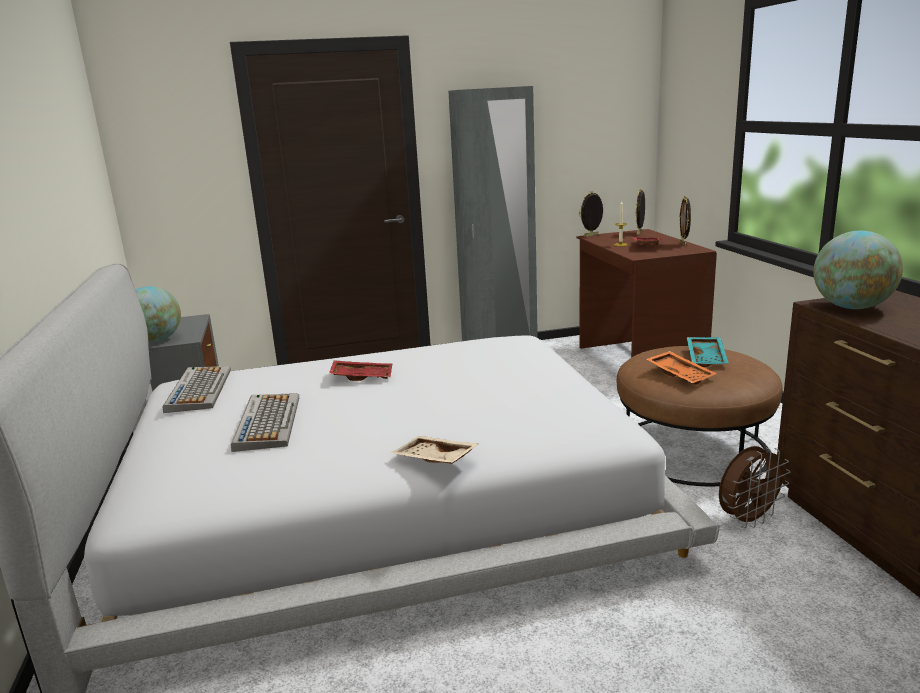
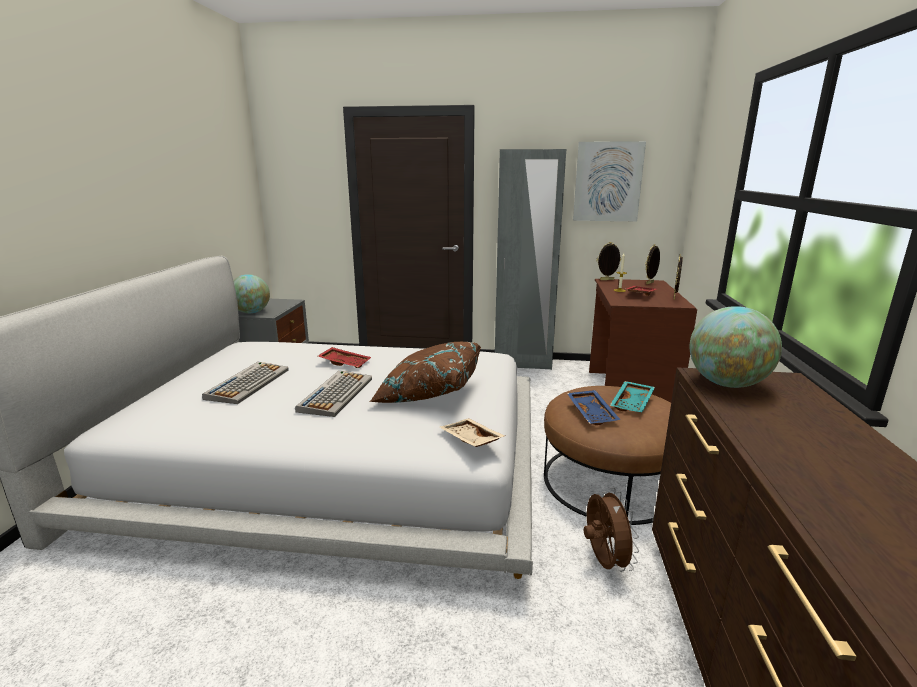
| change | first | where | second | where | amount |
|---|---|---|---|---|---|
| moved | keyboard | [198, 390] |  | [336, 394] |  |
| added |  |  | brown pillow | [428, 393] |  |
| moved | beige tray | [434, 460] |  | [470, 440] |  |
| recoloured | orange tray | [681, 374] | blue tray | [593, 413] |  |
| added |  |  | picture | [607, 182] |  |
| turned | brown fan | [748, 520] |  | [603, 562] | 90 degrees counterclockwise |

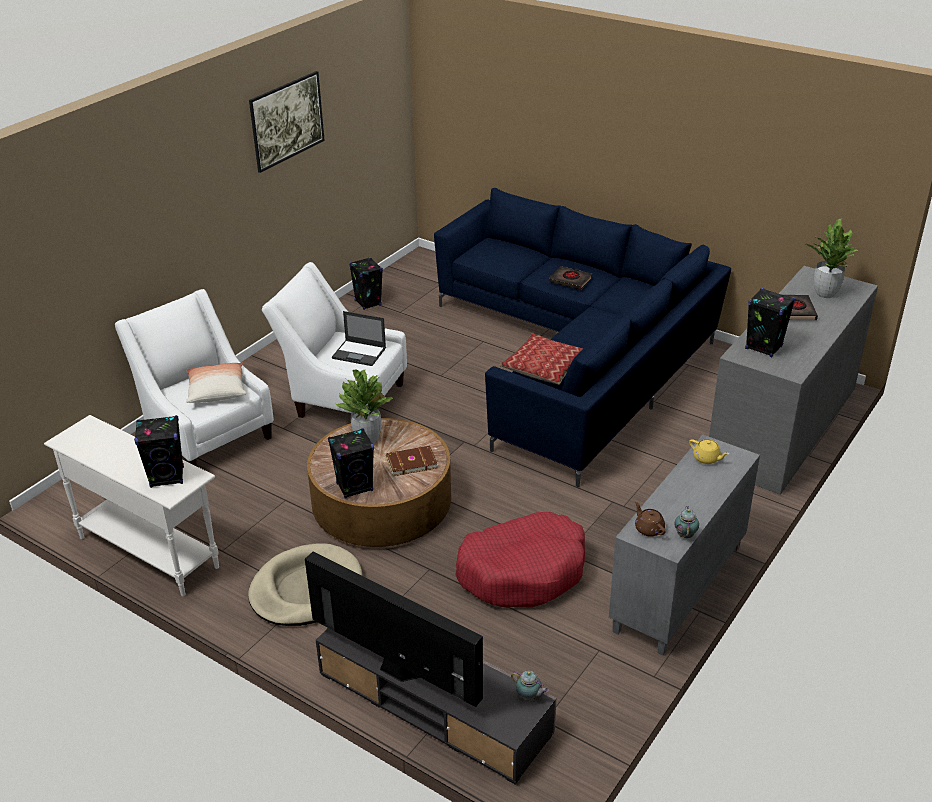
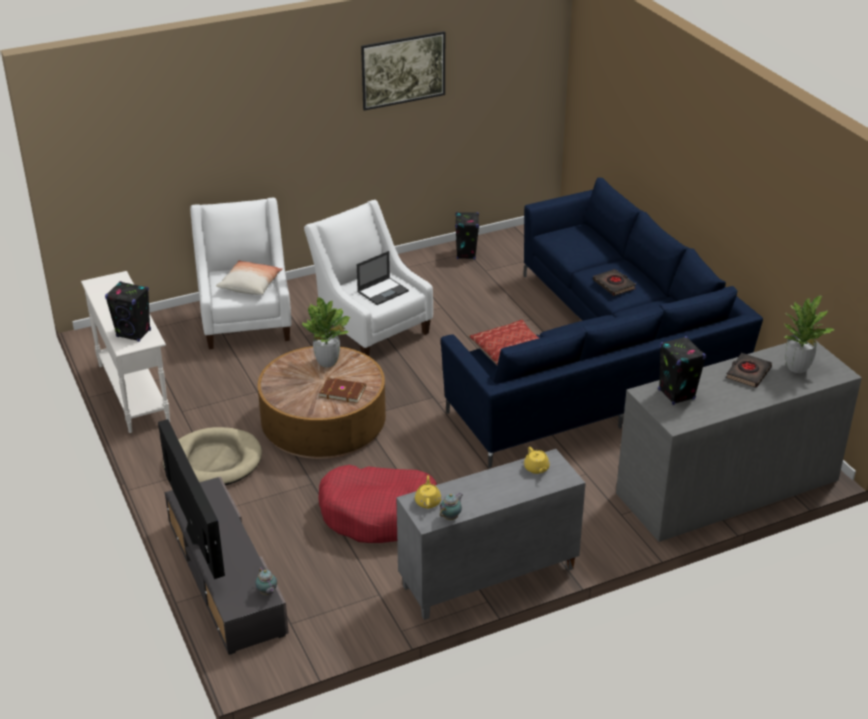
| change | first | where | second | where | amount |
|---|---|---|---|---|---|
| turned | laptop | [360, 353] |  | [383, 291] | 90 degrees counterclockwise |
| recoloured | brown teapot | [648, 529] | yellow teapot | [428, 501] |  |
| removed | black speaker | [355, 487] |  |  |  |

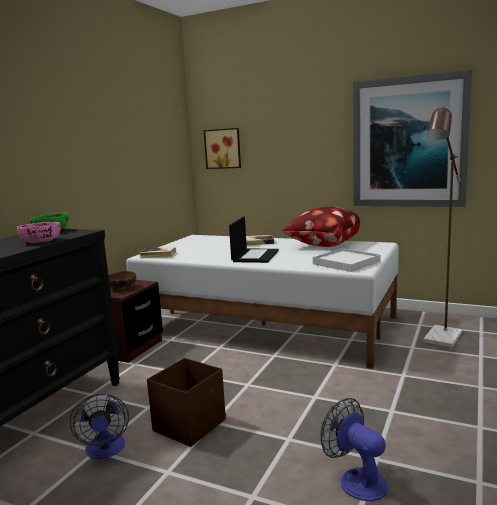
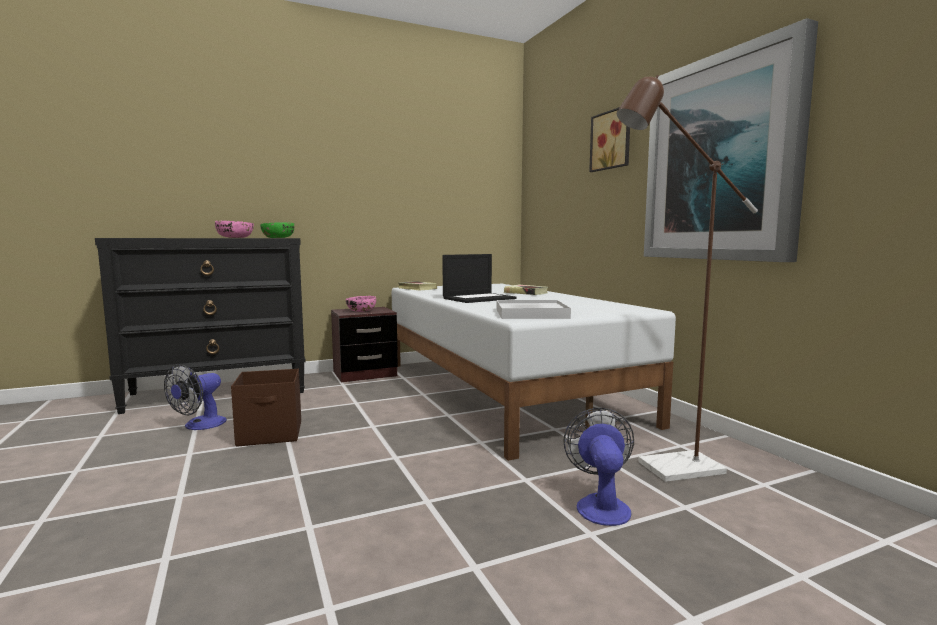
| change | first | where | second | where | amount |
|---|---|---|---|---|---|
| recoloured | brown bowl | [121, 288] | pink bowl | [361, 311] |  |
| moved | fan | [356, 480] |  | [601, 505] |  |
| moved | picture | [223, 148] |  | [612, 140] |  |
| removed | pillow | [322, 245] |  |  |  |

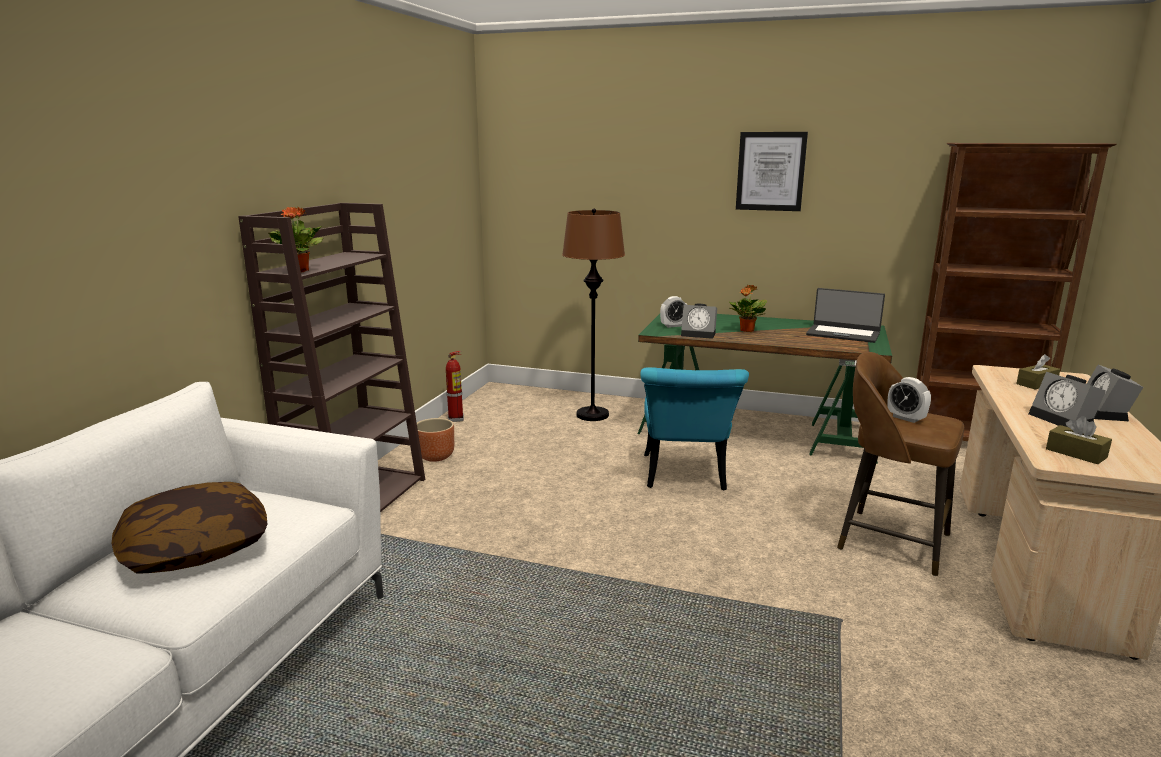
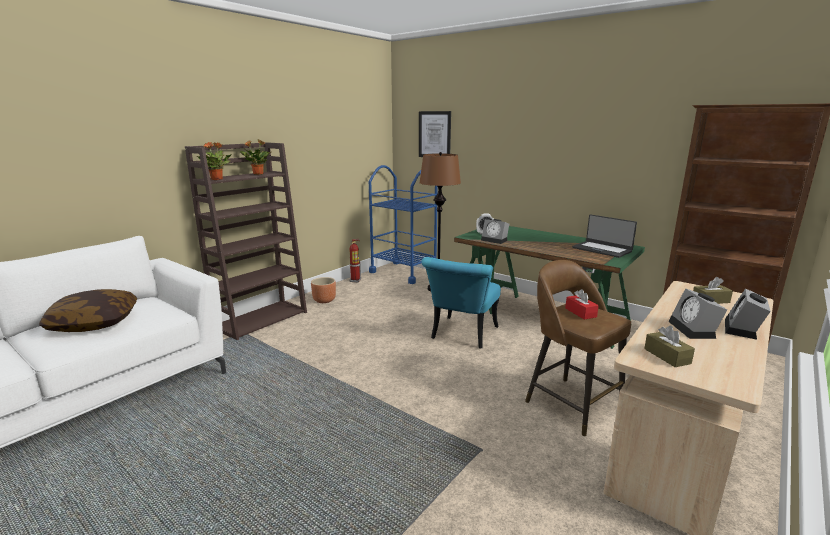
| change | first | where | second | where | amount |
|---|---|---|---|---|---|
| moved | potted plant | [746, 330] |  | [257, 174] |  |
| added |  |  | blue cart | [403, 272] |  |
| moved | picture | [770, 171] |  | [434, 134] |  |
| replaced | alarm clock | [906, 418] | red tissue box | [580, 312] |  |

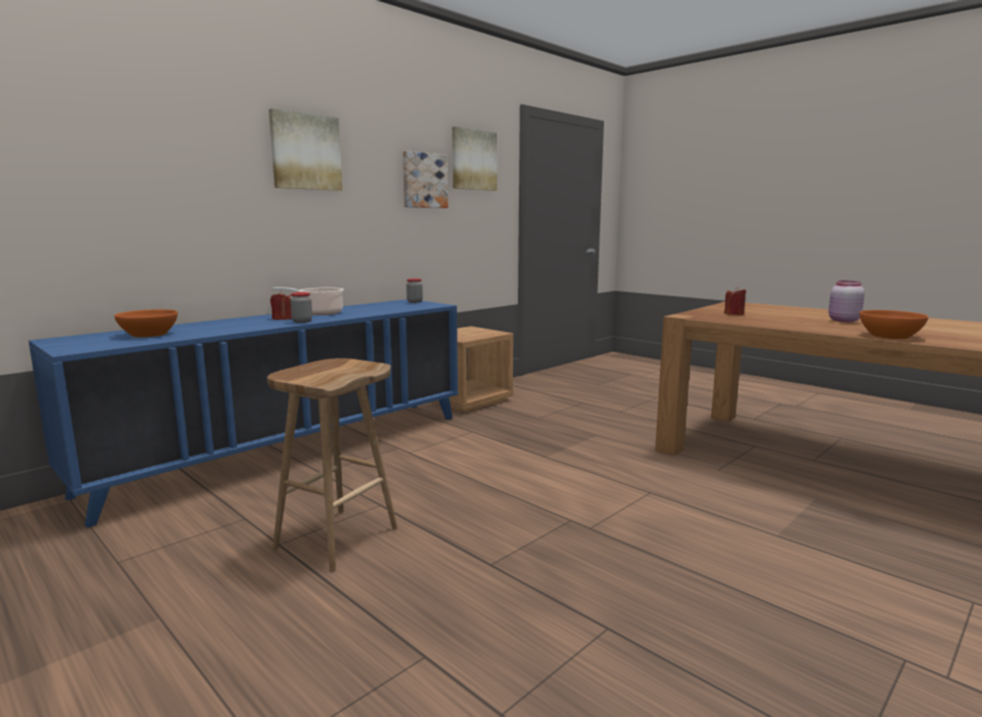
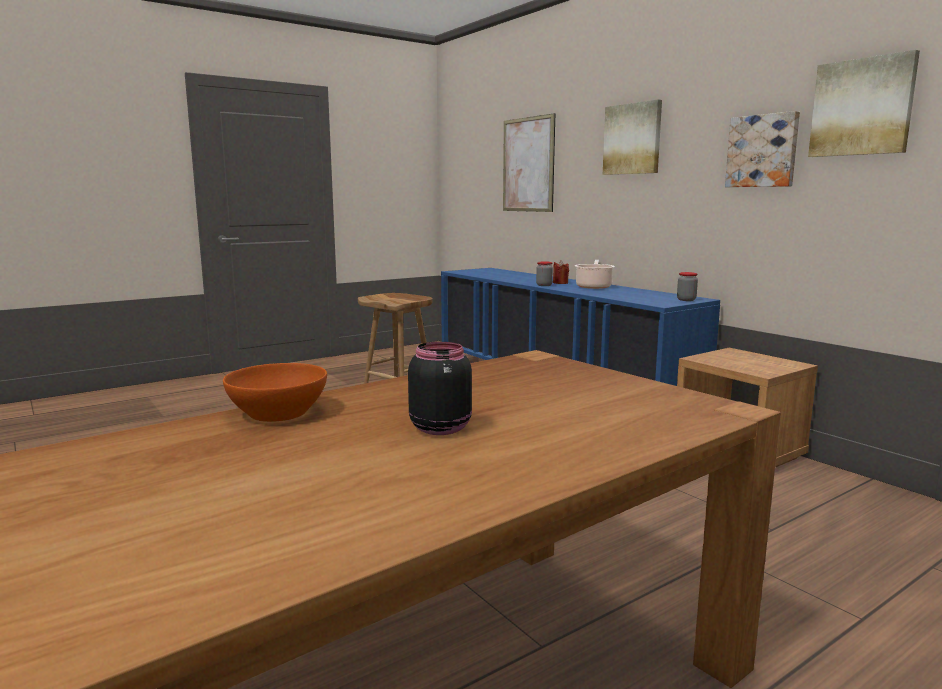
| change | first | where | second | where | amount |
|---|---|---|---|---|---|
| recoloured | pink jar | [843, 321] | black jar | [441, 427] |  |
| added |  |  | picture | [528, 165] |  |
| removed | orange bowl | [149, 334] |  |  |  |
| removed | red candle | [734, 314] |  |  |  |

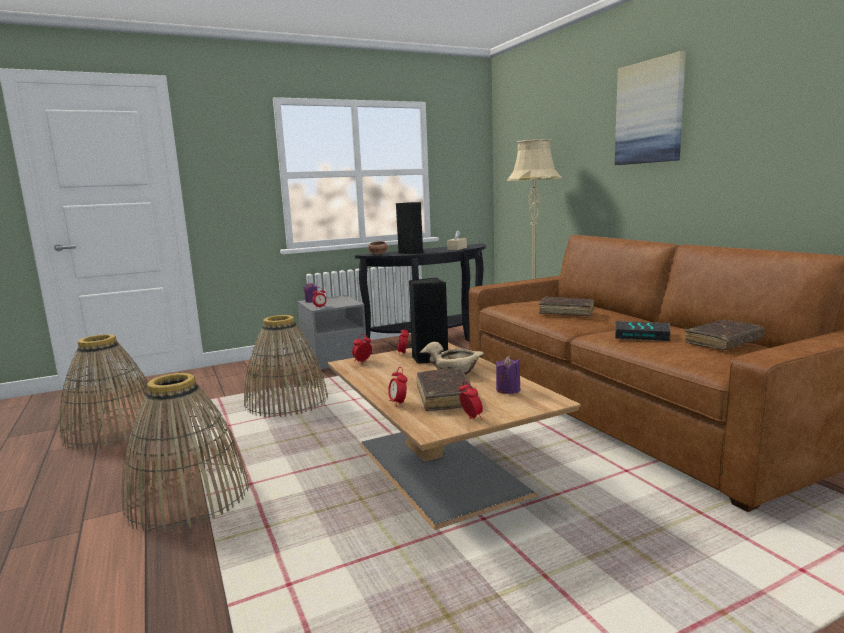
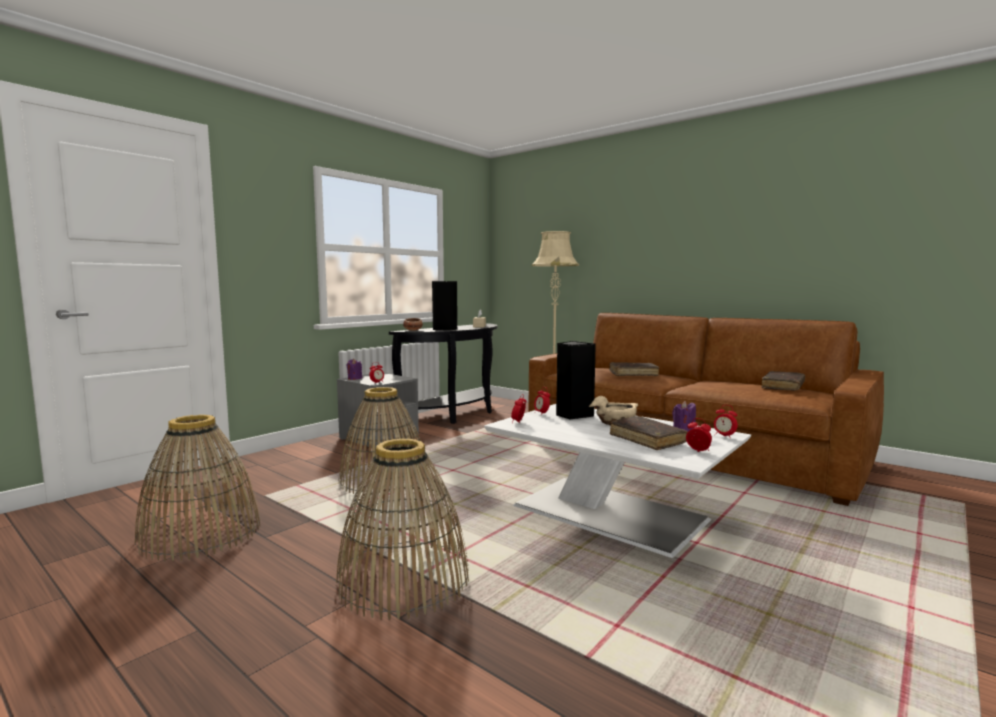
| change | first | where | second | where | amount |
|---|---|---|---|---|---|
| recoloured | brown coffee table | [441, 470] | white coffee table | [612, 514] |  |
| moved | alarm clock | [398, 403] |  | [724, 436] |  |
| removed | picture | [649, 112] |  |  |  |
| removed | book | [642, 335] |  |  |  |

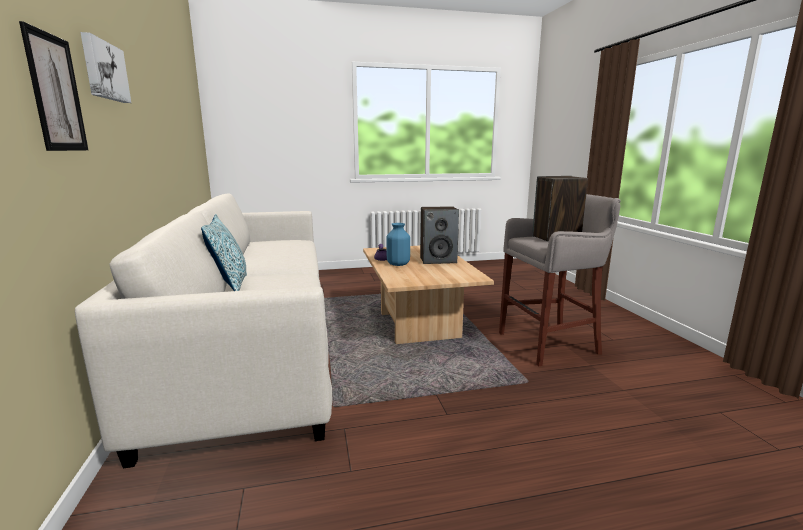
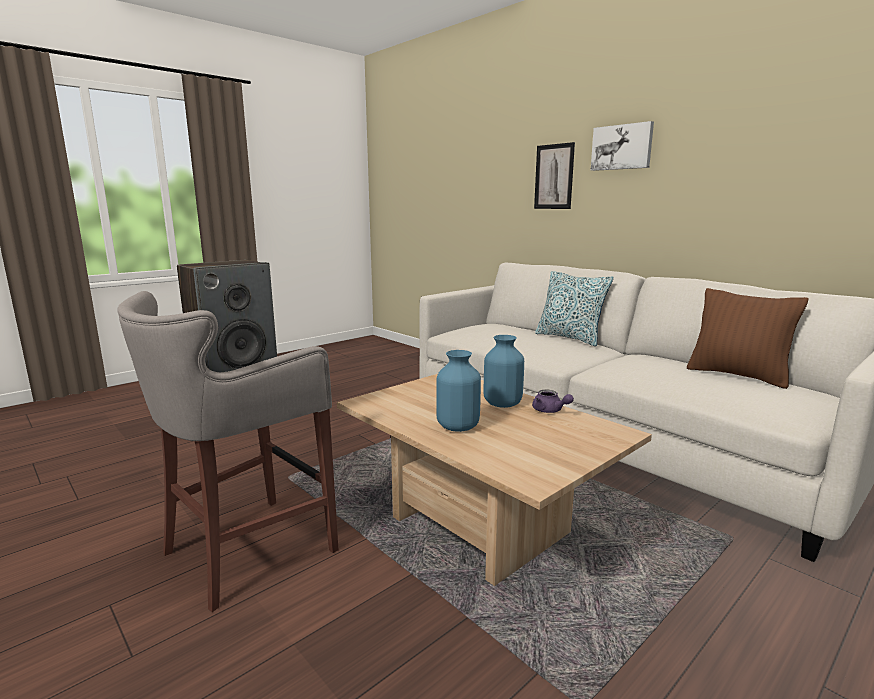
| change | first | where | second | where | amount |
|---|---|---|---|---|---|
| replaced | speaker | [438, 260] | blue vase | [458, 427] |  |
| added |  |  | brown pillow | [737, 375] |  |

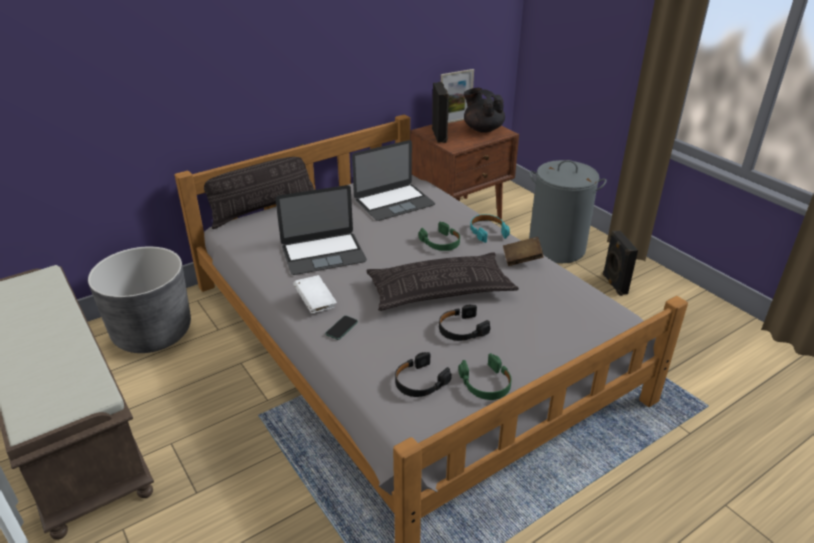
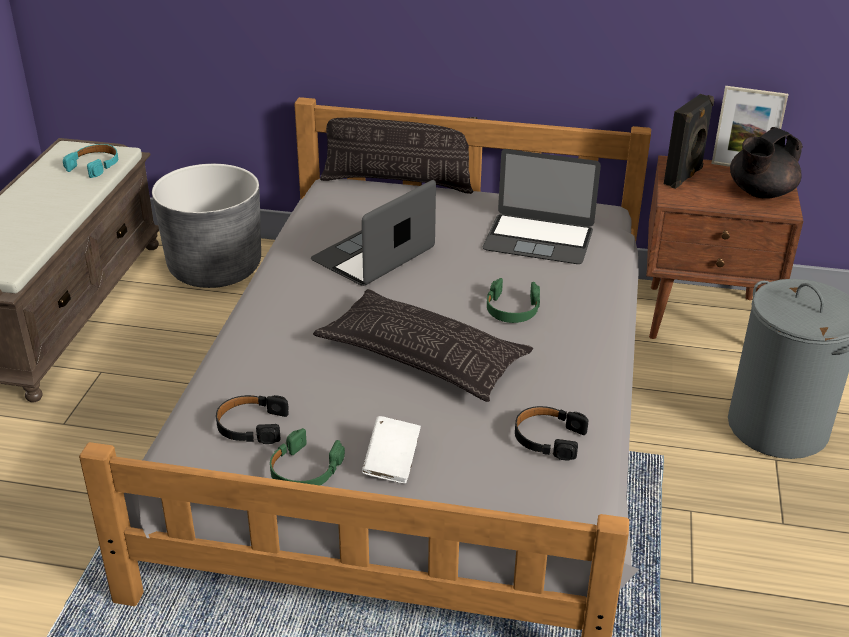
| change | first | where | second | where | amount |
|---|---|---|---|---|---|
| moved | turquoise headphones | [487, 232] |  | [95, 165] |  |
| turned | laptop | [323, 253] |  | [373, 255] | 105 degrees clockwise |
| moved | white book | [315, 303] |  | [392, 462] |  |
| moved | black headphones | [461, 329] |  | [548, 438] |  |
| turned | black teapot | [482, 129] |  | [760, 193] | 135 degrees counterclockwise |
| removed | phone | [341, 328] |  |  |  |
| removed | brown book | [522, 259] |  |  |  |
| removed | black speaker | [613, 284] |  |  |  |

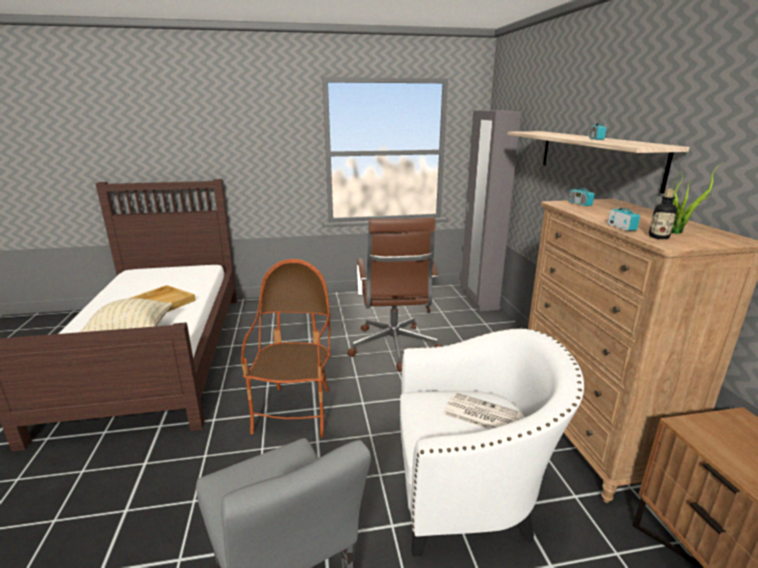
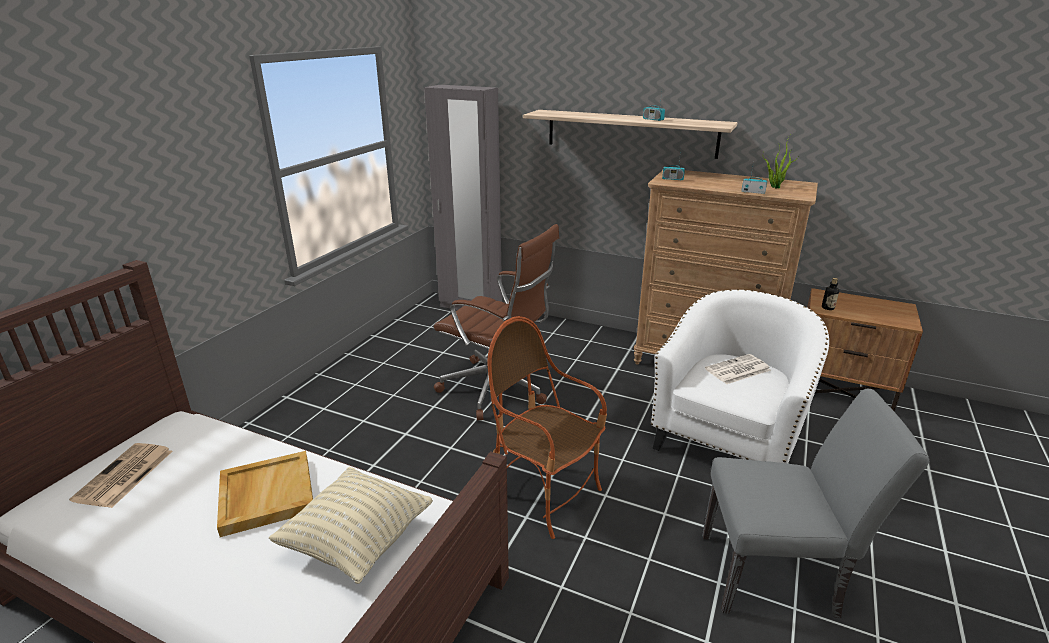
| change | first | where | second | where | amount |
|---|---|---|---|---|---|
| added |  |  | newspaper | [124, 476] |  |
| moved | bottle | [658, 237] |  | [827, 308] |  |

